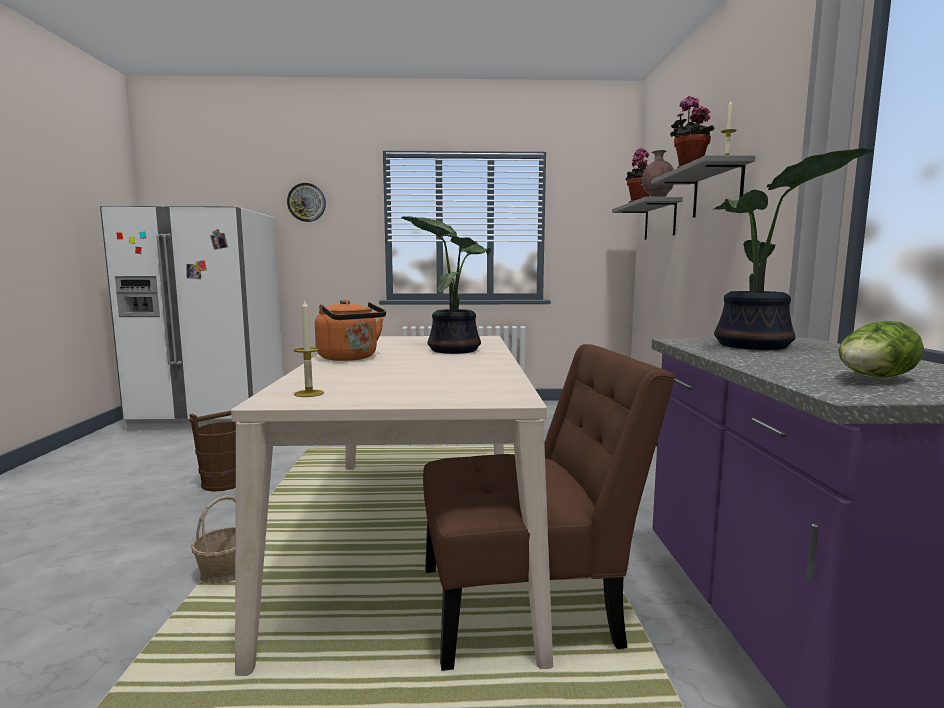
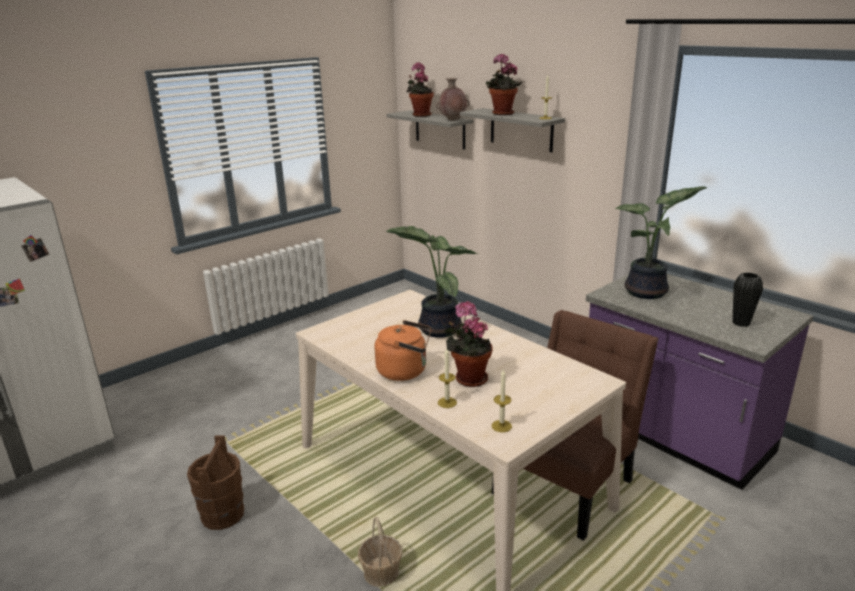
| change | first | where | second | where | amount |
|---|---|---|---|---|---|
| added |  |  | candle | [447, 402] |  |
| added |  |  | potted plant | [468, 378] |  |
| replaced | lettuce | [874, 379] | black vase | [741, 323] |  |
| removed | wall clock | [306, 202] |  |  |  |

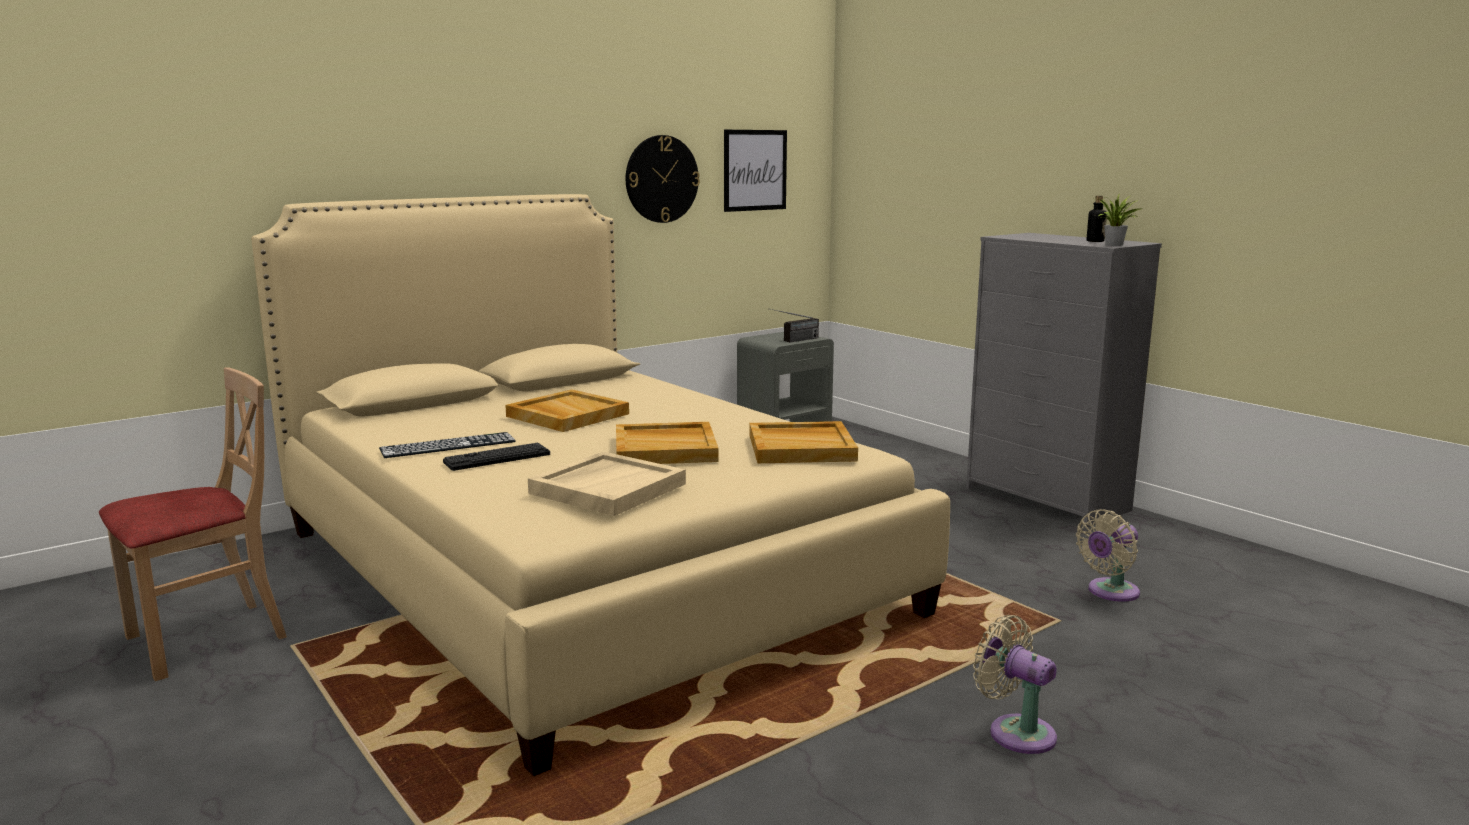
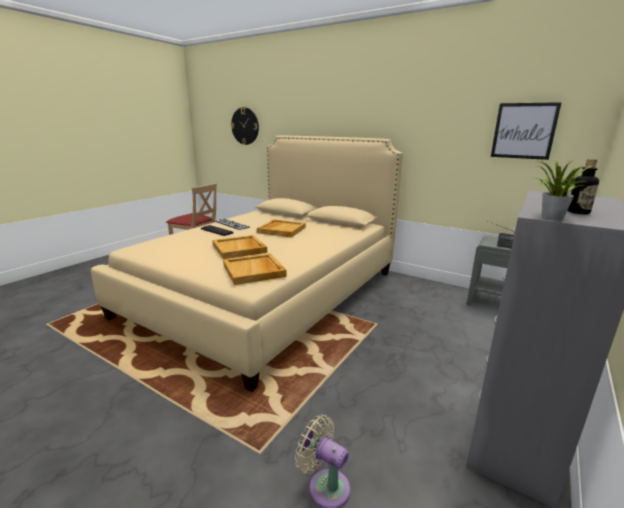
| change | first | where | second | where | amount |
|---|---|---|---|---|---|
| moved | wall clock | [661, 179] |  | [245, 126] |  |
| removed | beige tray | [608, 488] |  |  |  |
| removed | beige fan | [1016, 732] |  |  |  |

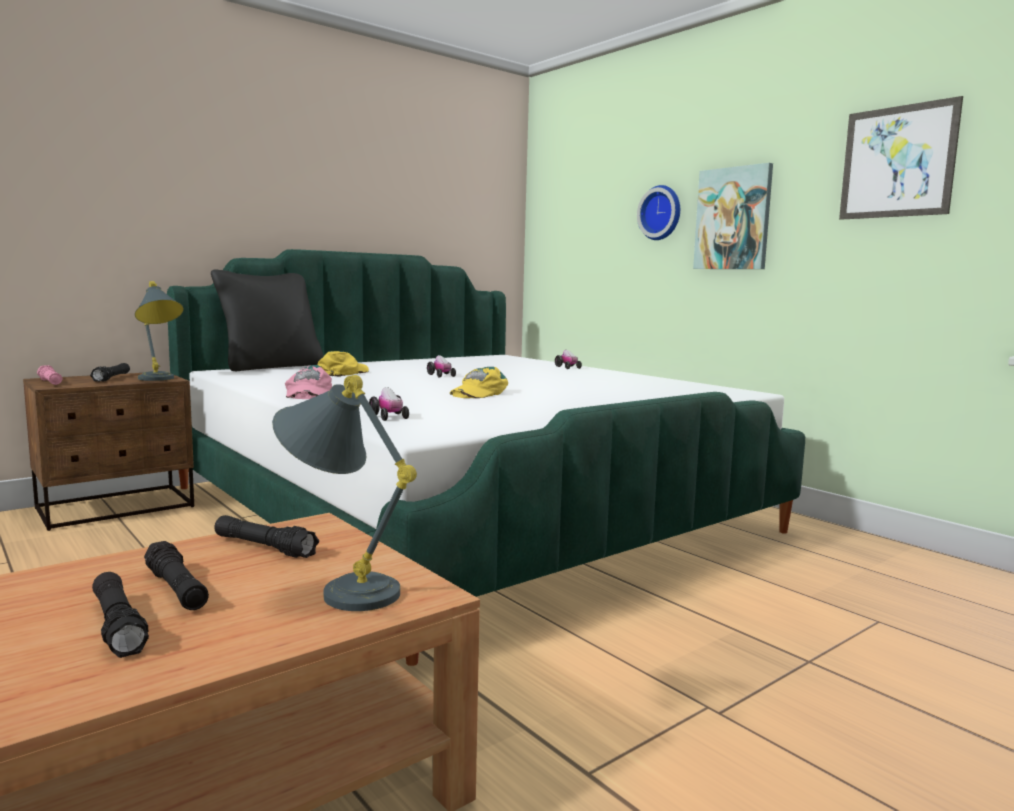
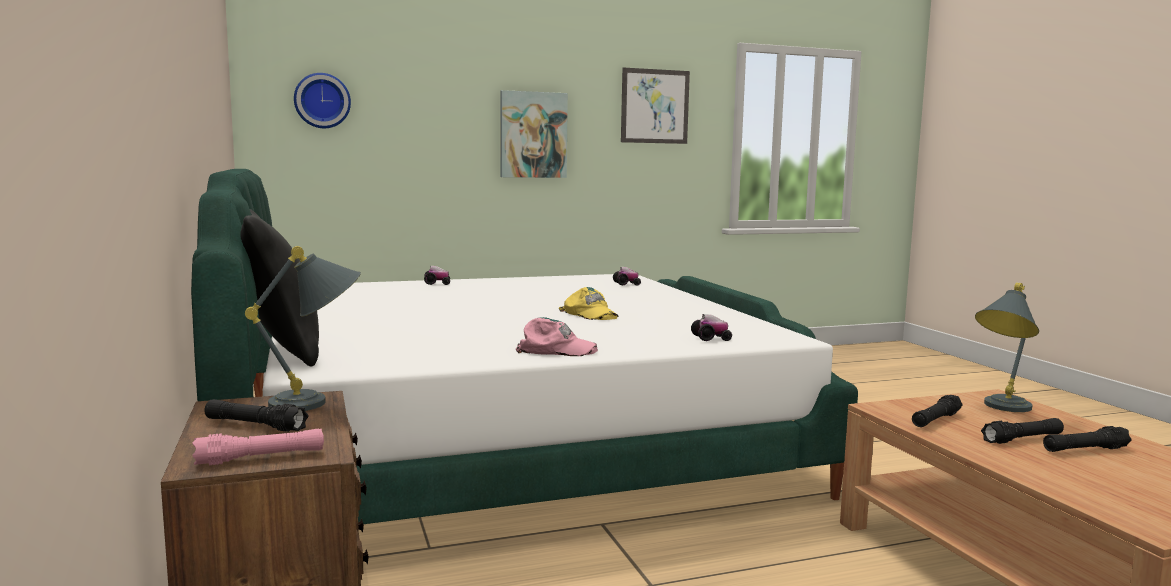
| change | first | where | second | where | amount |
|---|---|---|---|---|---|
| moved | wall clock | [661, 213] |  | [322, 101] |  |
| moved | toy car | [441, 376] |  | [626, 284] |  |
| removed | yellow cap | [343, 372] |  |  |  |

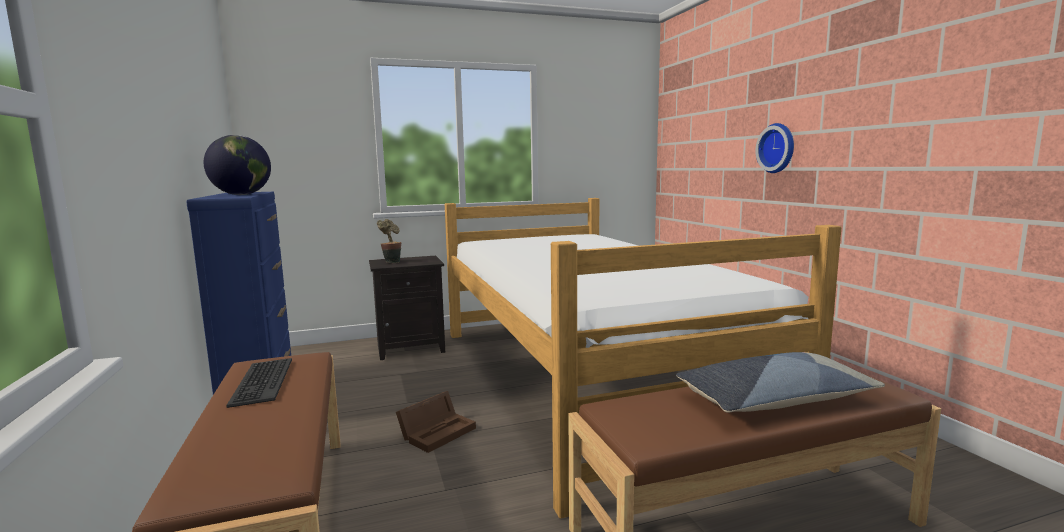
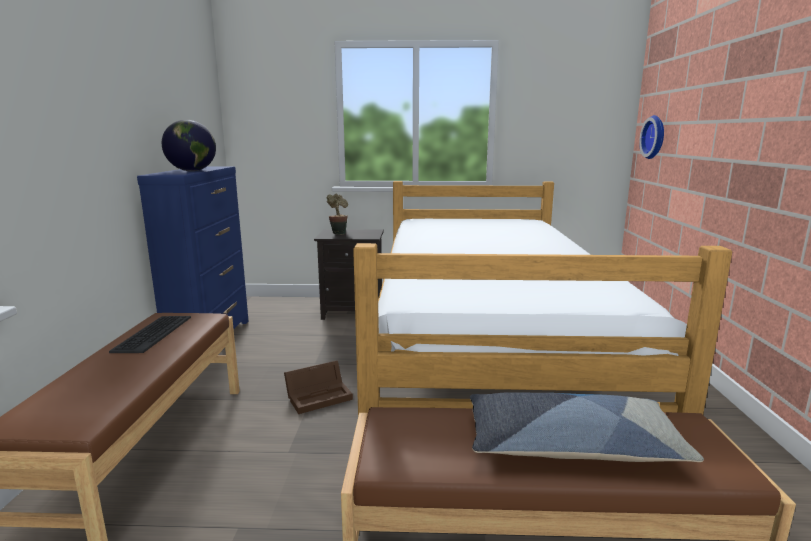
| change | first | where | second | where | amount |
|---|---|---|---|---|---|
| moved | wall clock | [778, 148] |  | [655, 137] |  |

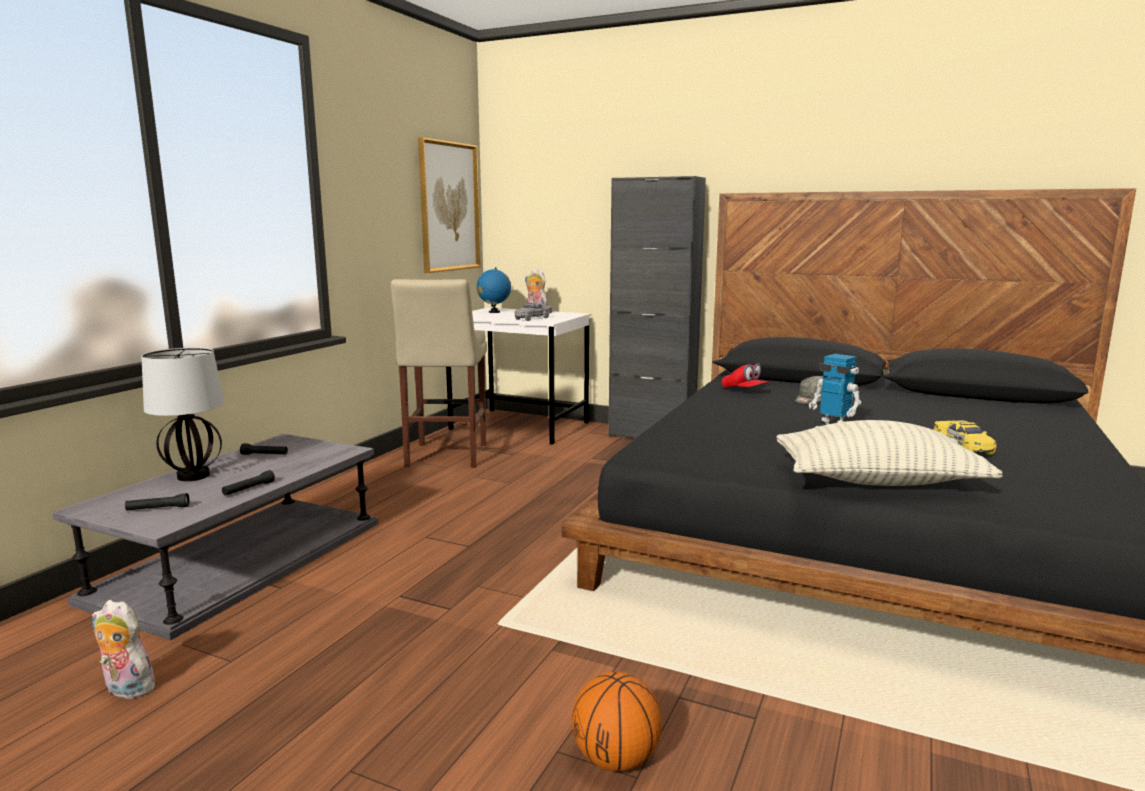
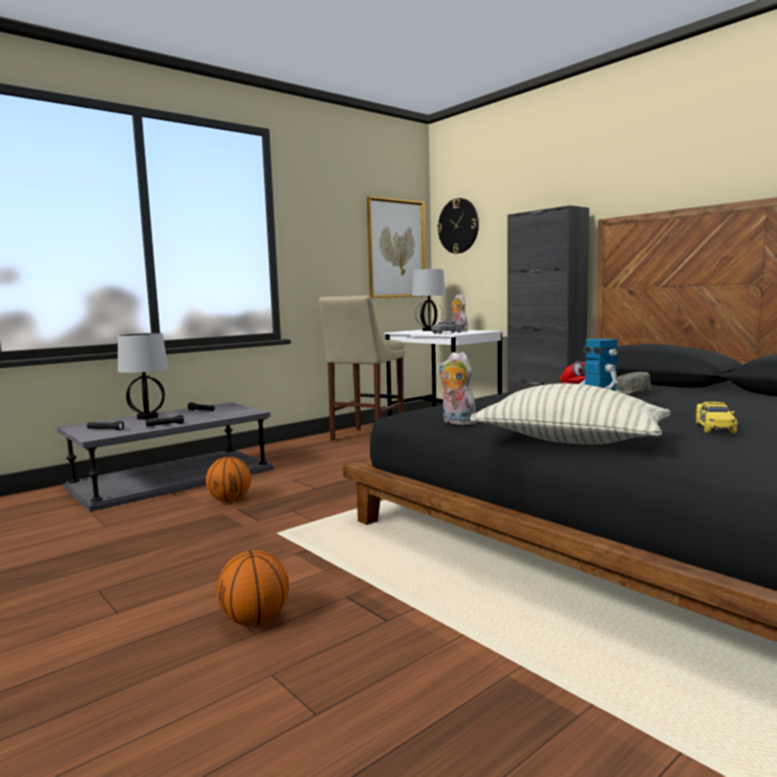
| change | first | where | second | where | amount |
|---|---|---|---|---|---|
| added |  |  | basketball | [230, 500] |  |
| replaced | globe | [494, 312] | table lamp | [429, 330] |  |
| added |  |  | wall clock | [458, 226] |  |
| moved | plush toy | [125, 690] |  | [456, 423] |  |

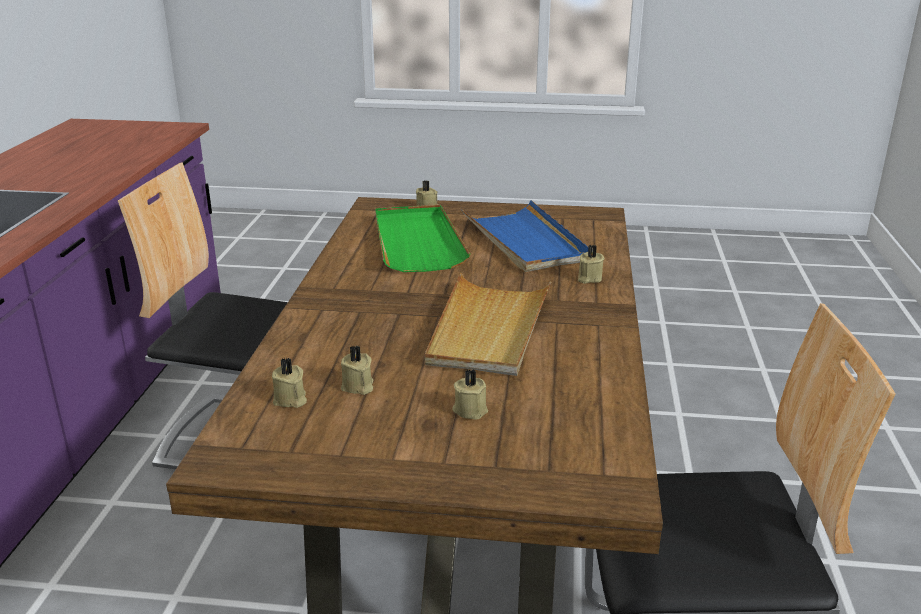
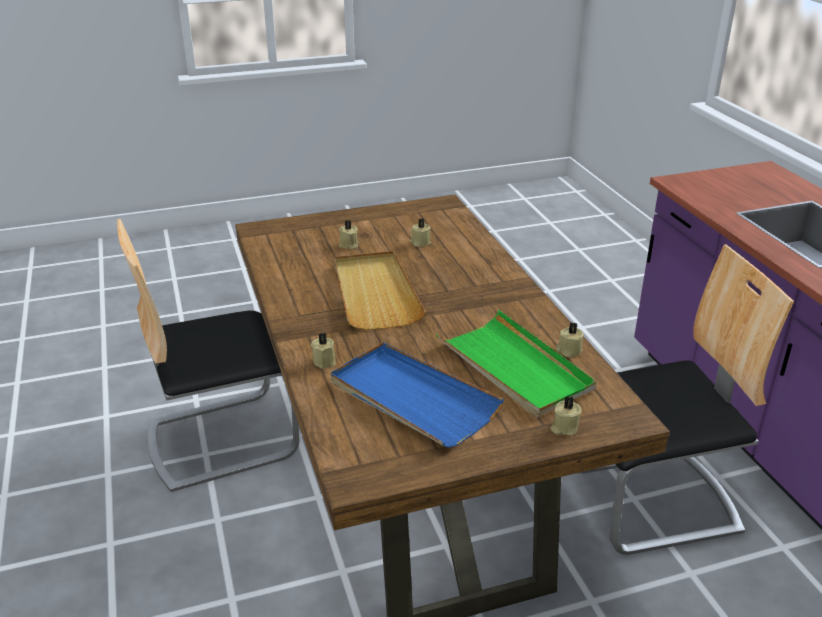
| change | first | where | second | where | amount |
|---|---|---|---|---|---|
| moved | beige candle | [290, 400] |  | [568, 350] |  |

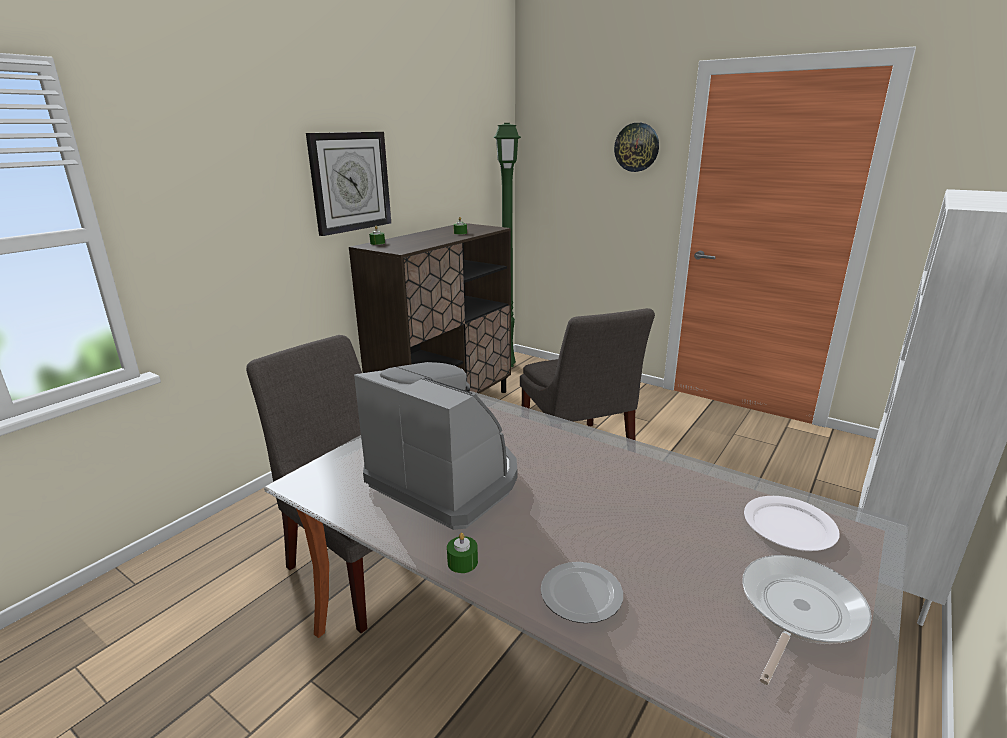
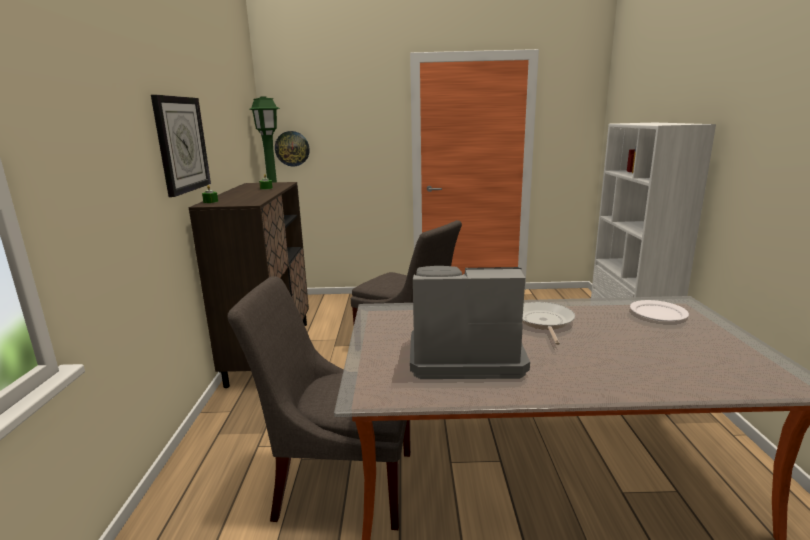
| change | first | where | second | where | amount |
|---|---|---|---|---|---|
| moved | wall clock | [636, 147] |  | [292, 148] |  |
| moved | frying pan | [798, 611] |  | [543, 322] |  |
| removed | green candle | [462, 562] |  |  |  |
| removed | plate | [579, 594] |  |  |  |

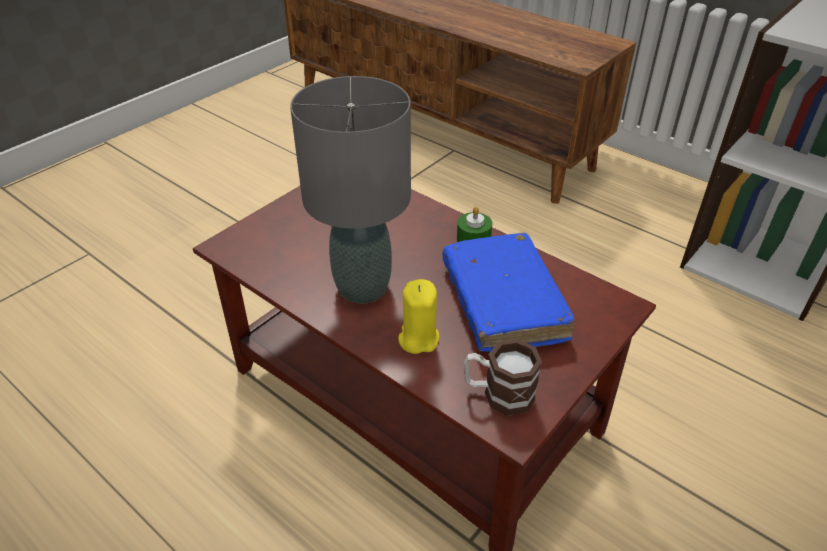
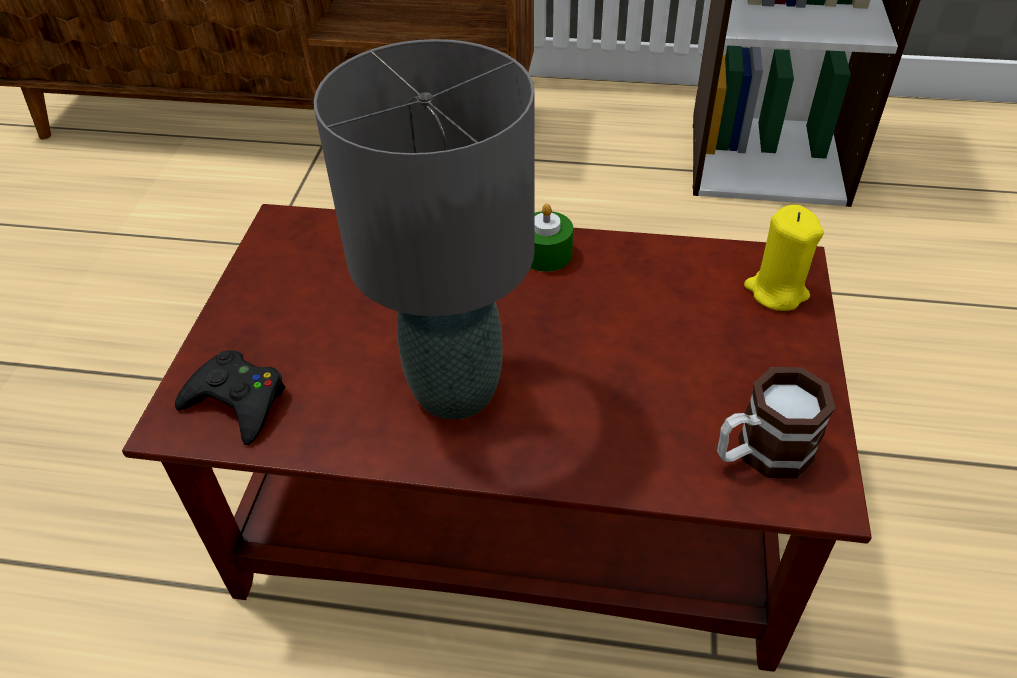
| change | first | where | second | where | amount |
|---|---|---|---|---|---|
| added |  |  | black game controller | [237, 402] |  |
| moved | yellow candle | [418, 338] |  | [776, 291] |  |
| removed | blue book | [503, 302] |  |  |  |

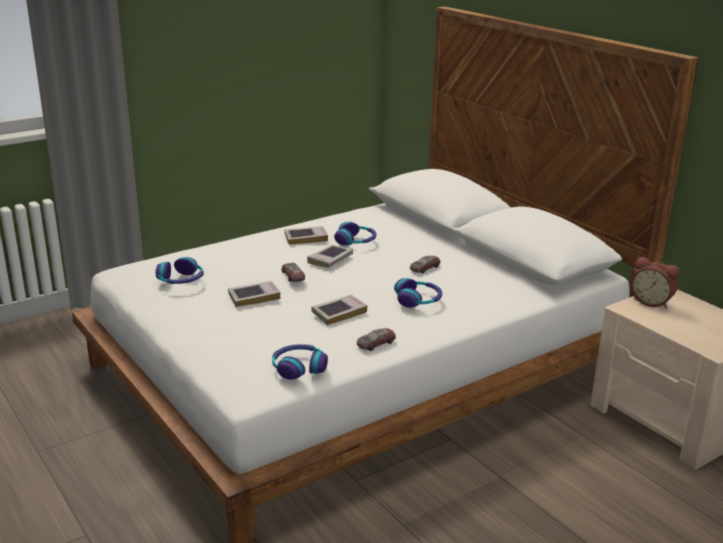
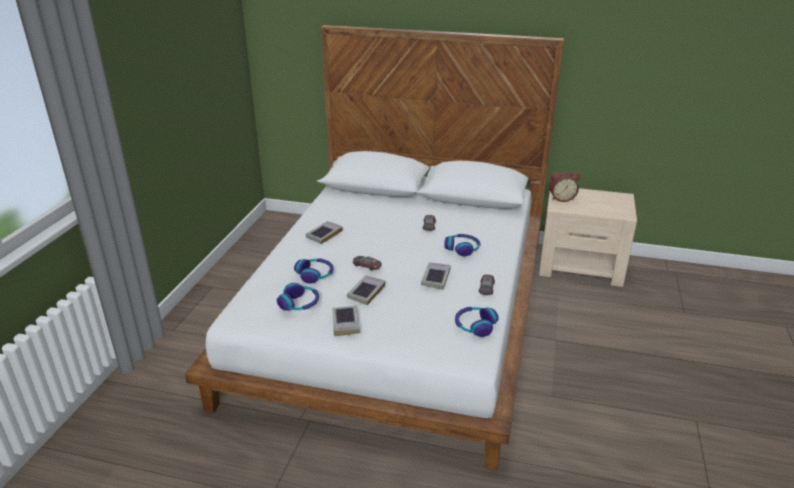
| change | first | where | second | where | amount |
|---|---|---|---|---|---|
| moved | headphones | [356, 241] |  | [315, 274] |  |
| moved | book | [330, 259] |  | [346, 323] |  |

